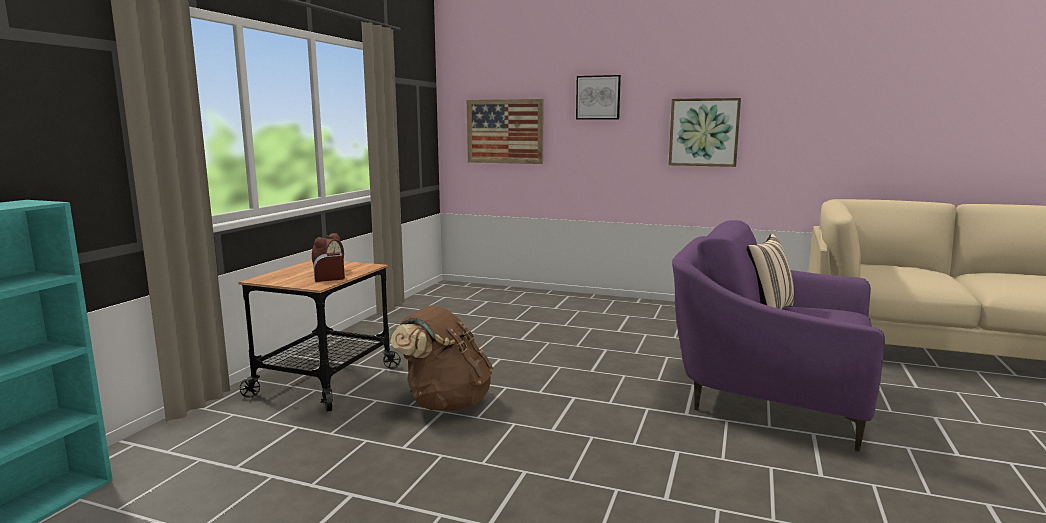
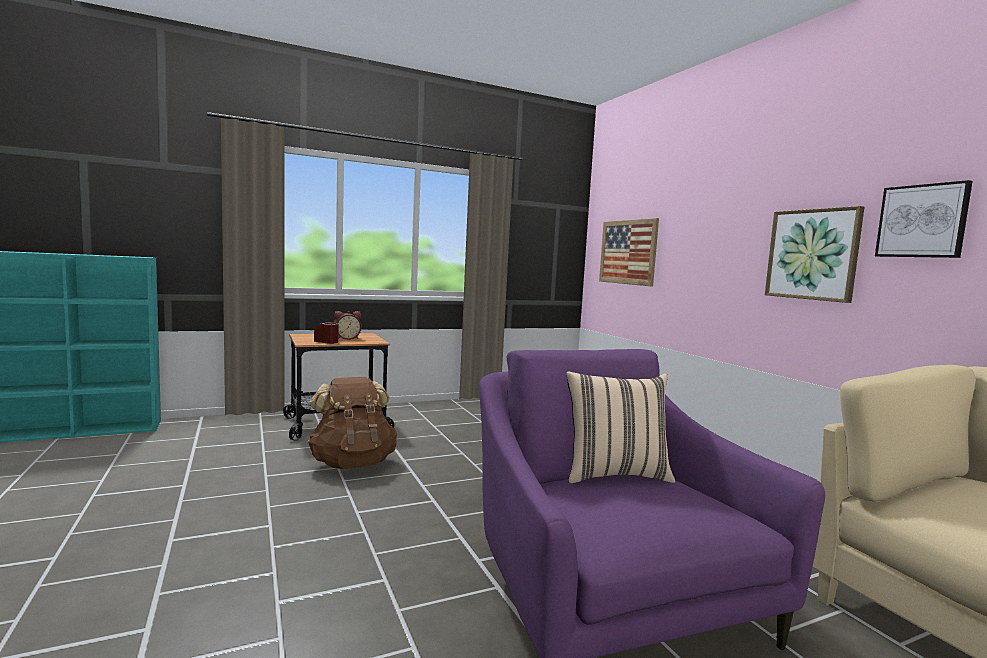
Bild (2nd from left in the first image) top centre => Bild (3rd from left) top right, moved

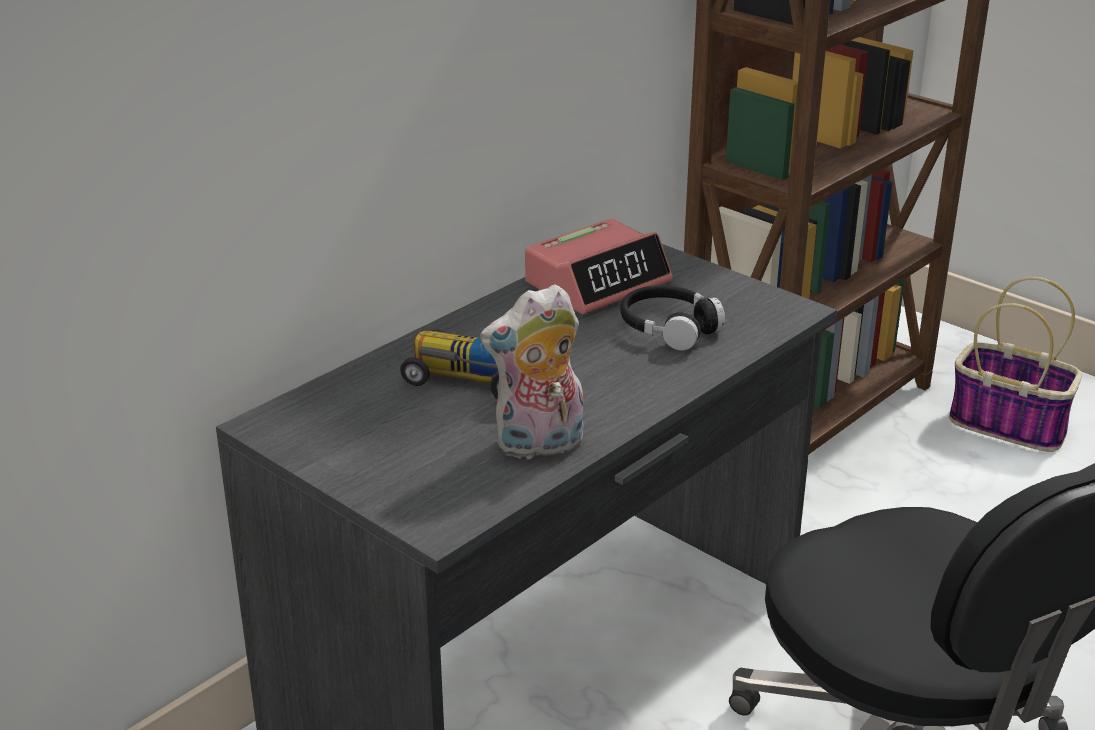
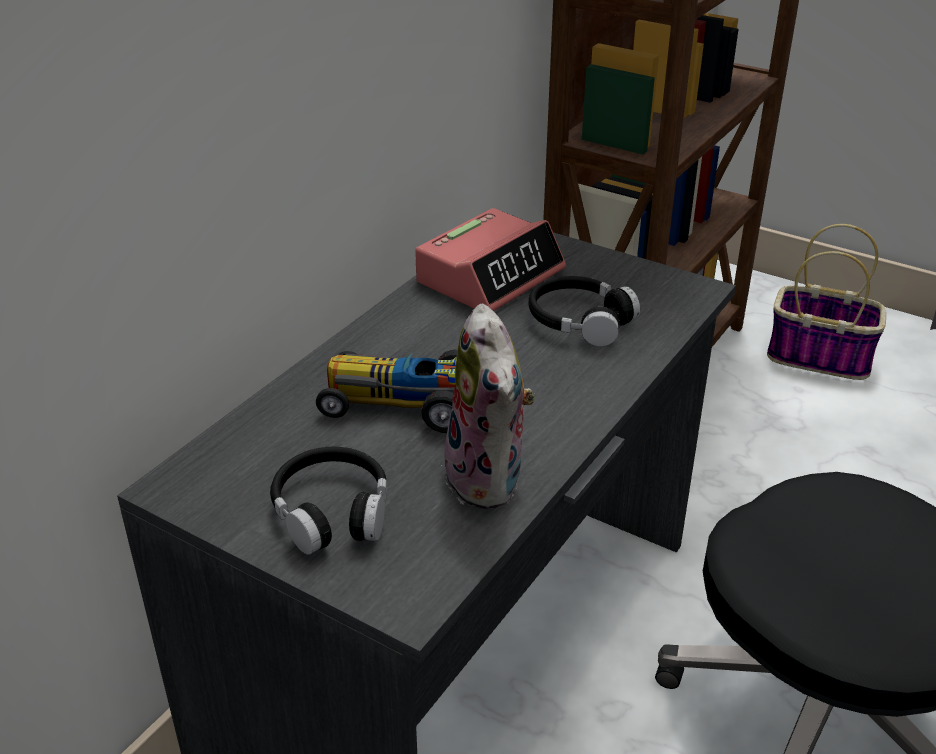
Plüschtier centre, 75 degrees counterclockwise
nothing => Kopfhörer/schwarz (1st from left) centre

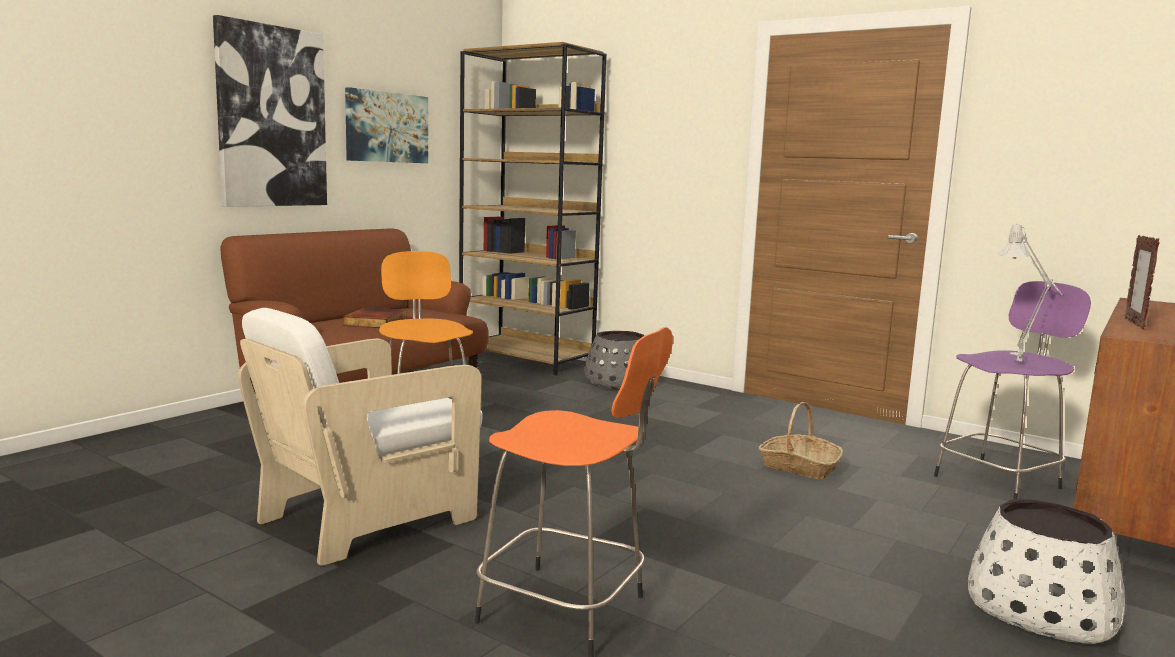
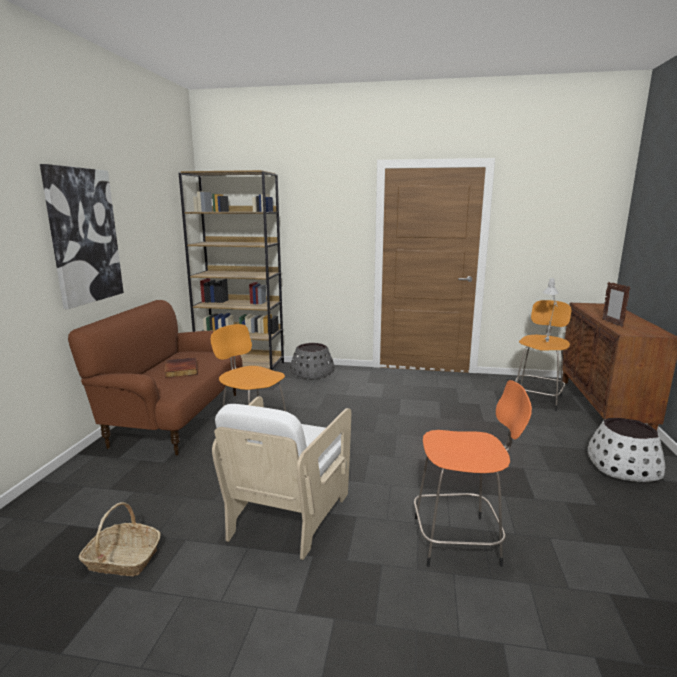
Bild (2nd from left) top left => nothing
Korb bottom right => Korb bottom left, moved
Hocker/lila middle right => Hocker/orange (3rd from left) middle right

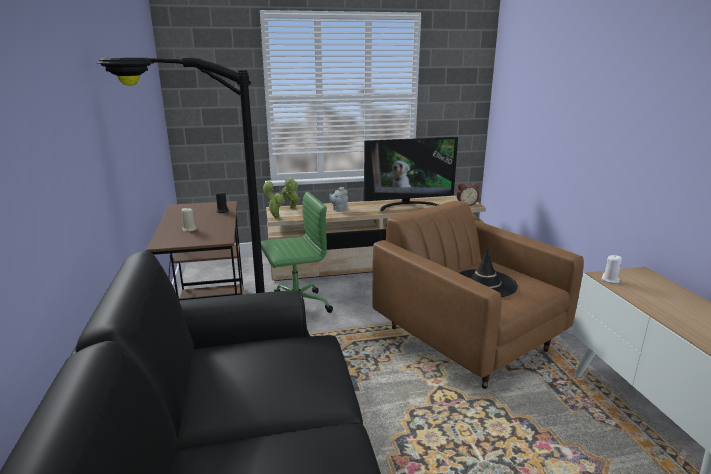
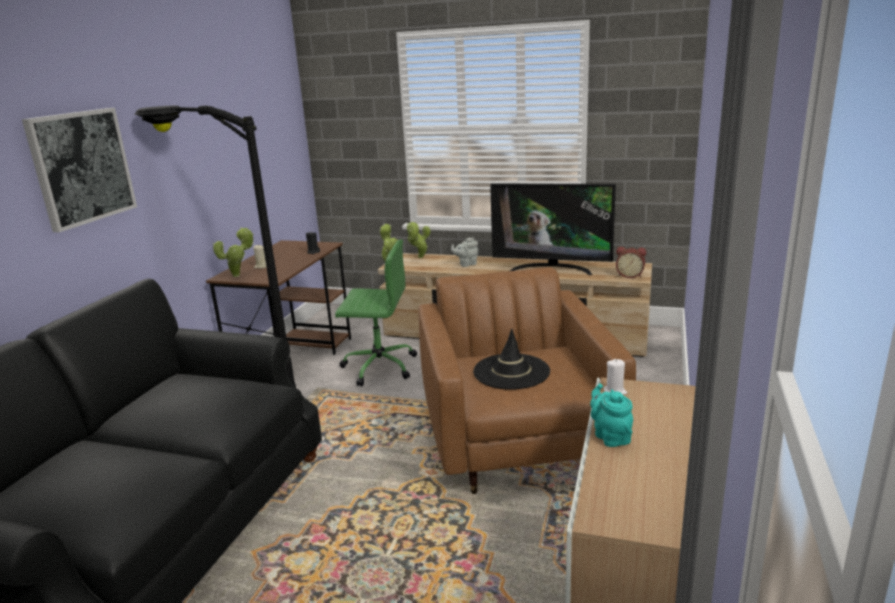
nothing => Bild top left
nothing => Topfpflanze (1st from left) middle left
nothing => Teekanne/türkis bottom right

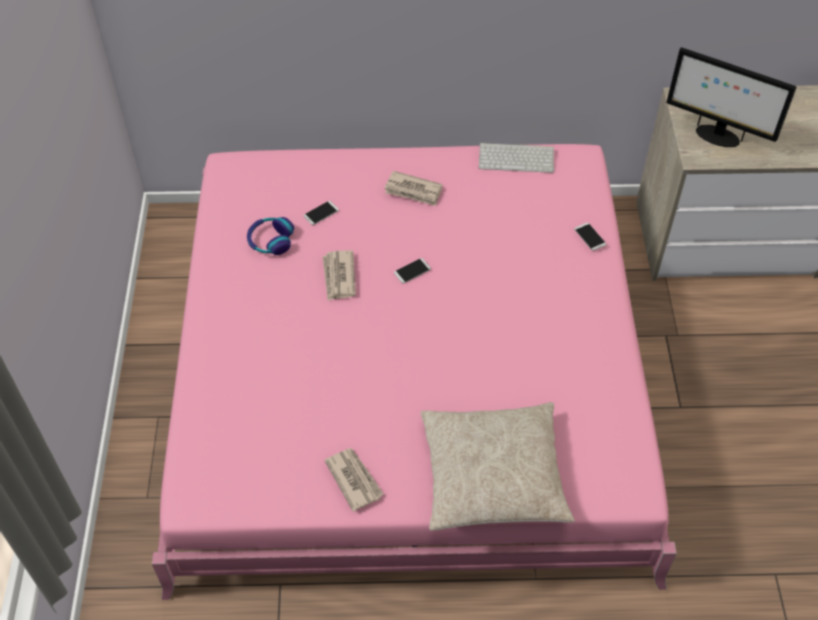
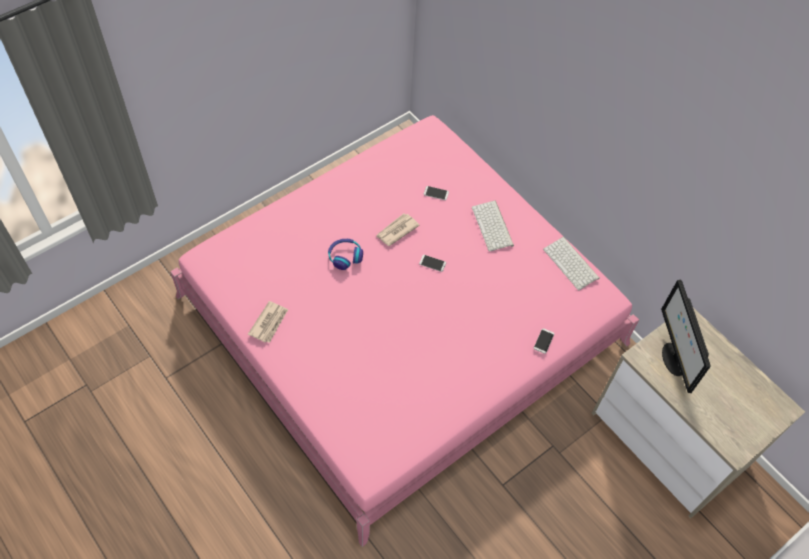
Kopfhörer middle left => Kopfhörer centre, moved
Zeitung (3rd from left) top centre => Tastatur (1st from left) centre
Kissen/beige bottom centre => nothing

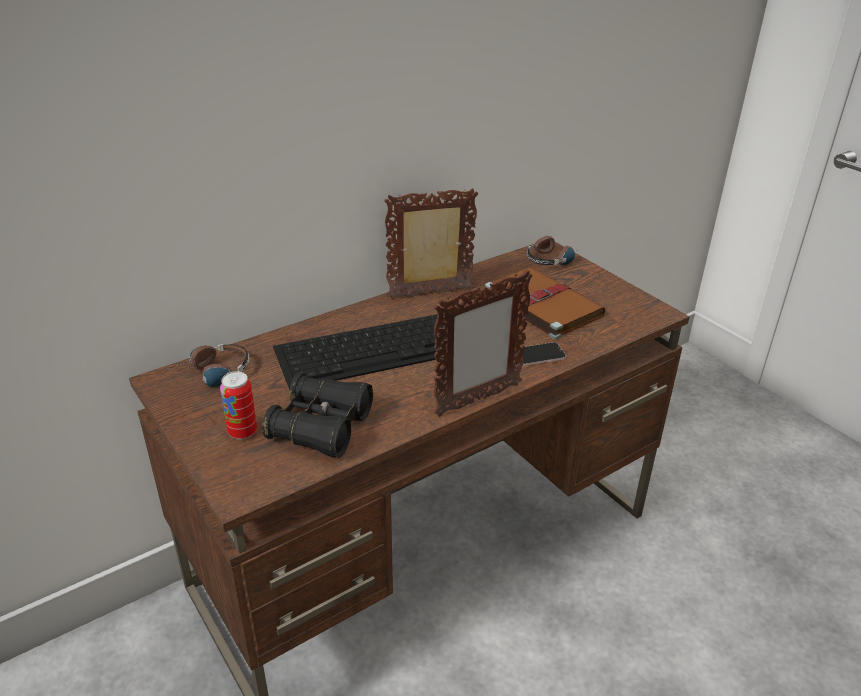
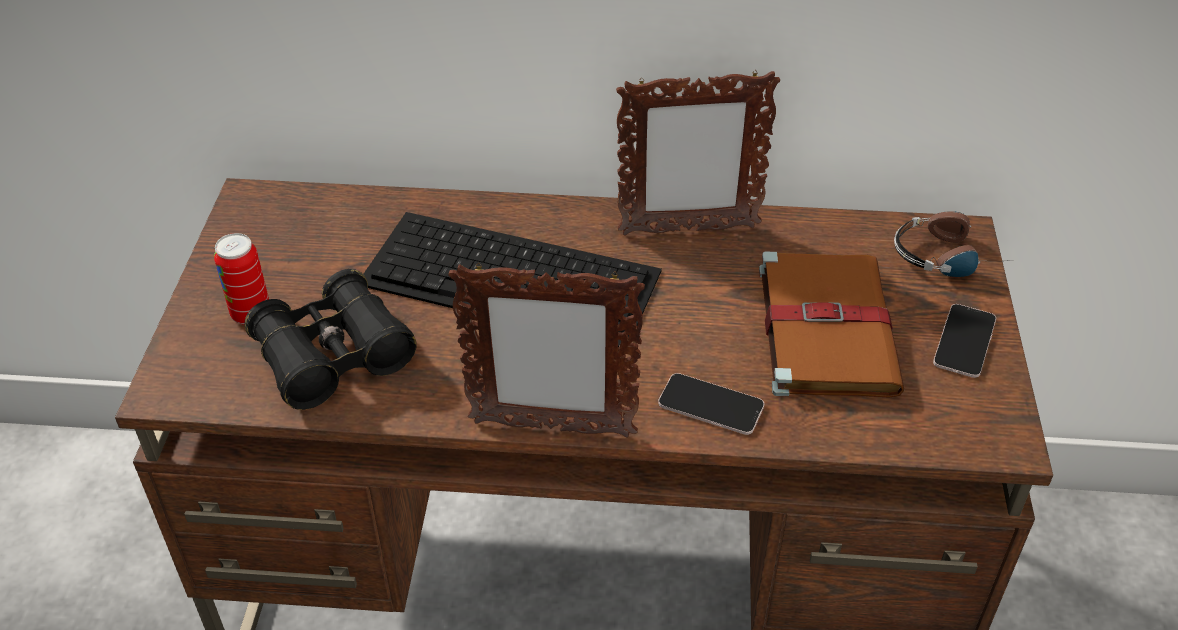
Kopfhörer (1st from left) middle left => nothing
Bilderrahmen (1st from left in the first image) centre => Bilderrahmen (2nd from left) top centre, 150 degrees clockwise
nothing => Handy (2nd from left) middle right

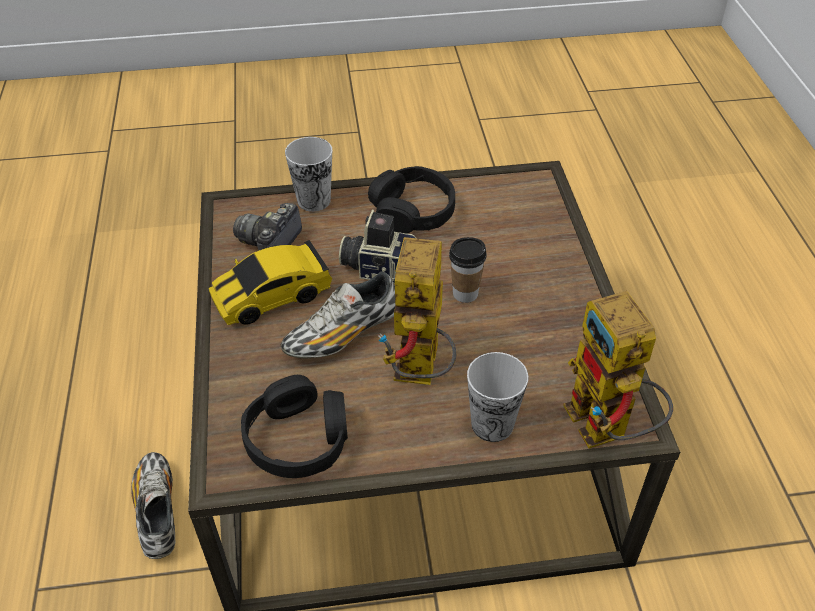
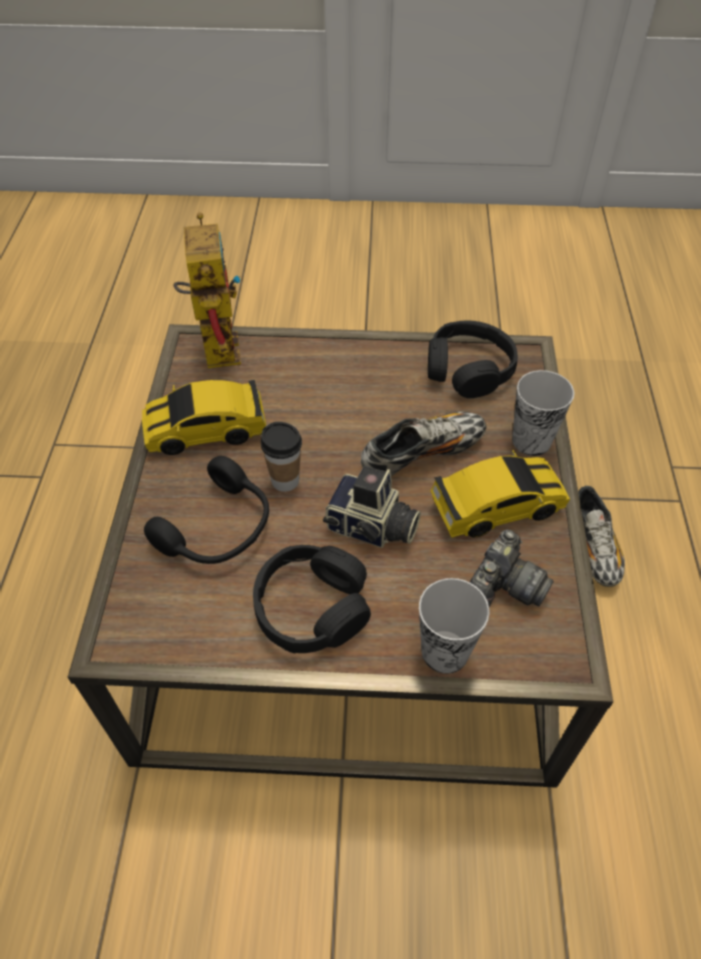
Spielzeugroboter (1st from left) centre => nothing
Tasse (3rd from left) centre => Tasse (3rd from left) middle right, moved
nothing => Spielzeugauto (1st from left) middle left
nothing => Kopfhörer/schwarz (1st from left) middle left

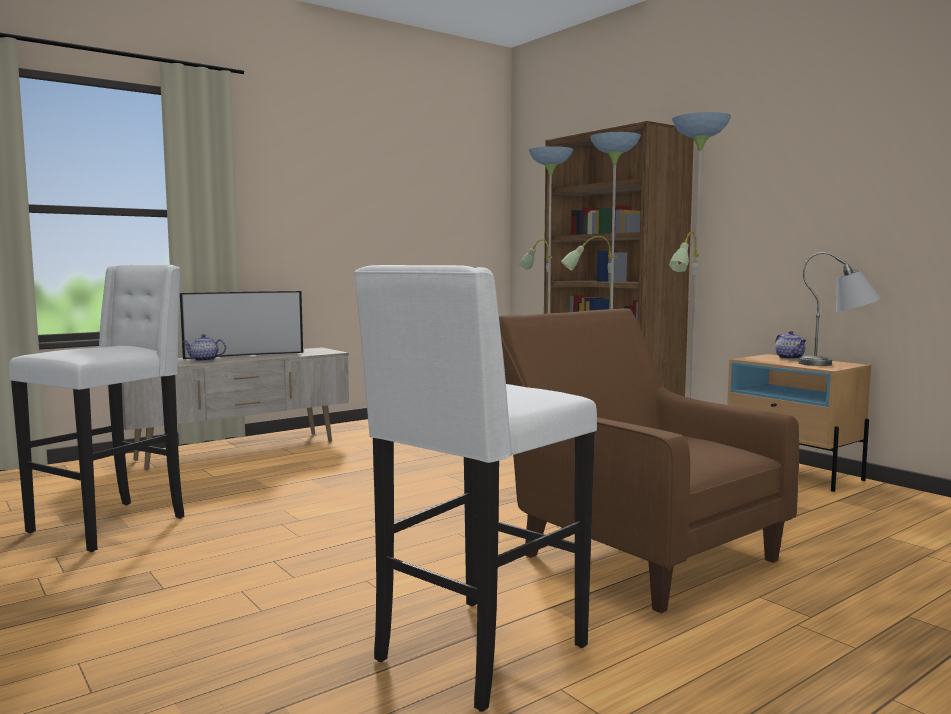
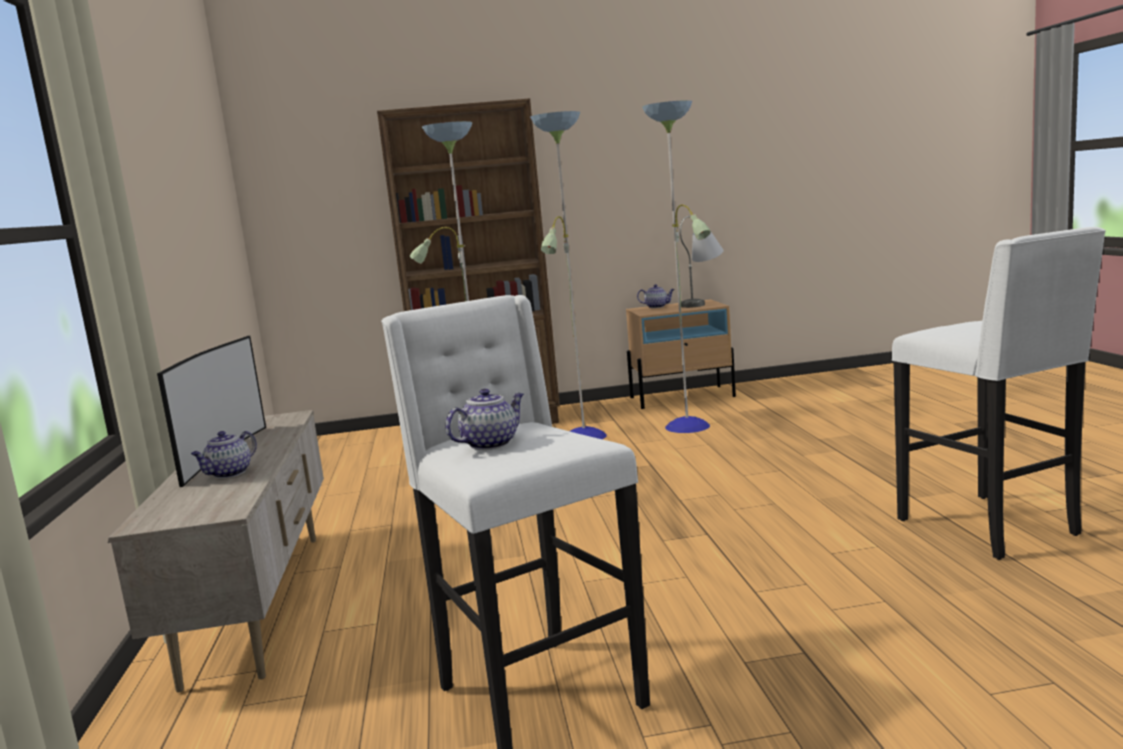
Sessel/braun middle right => nothing
nothing => Teekanne (2nd from left) centre

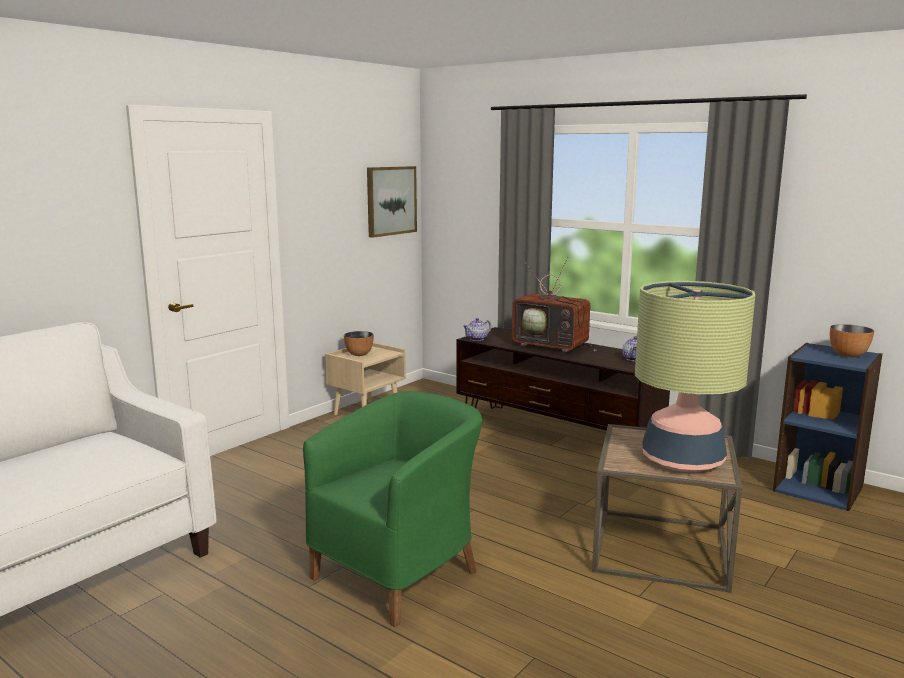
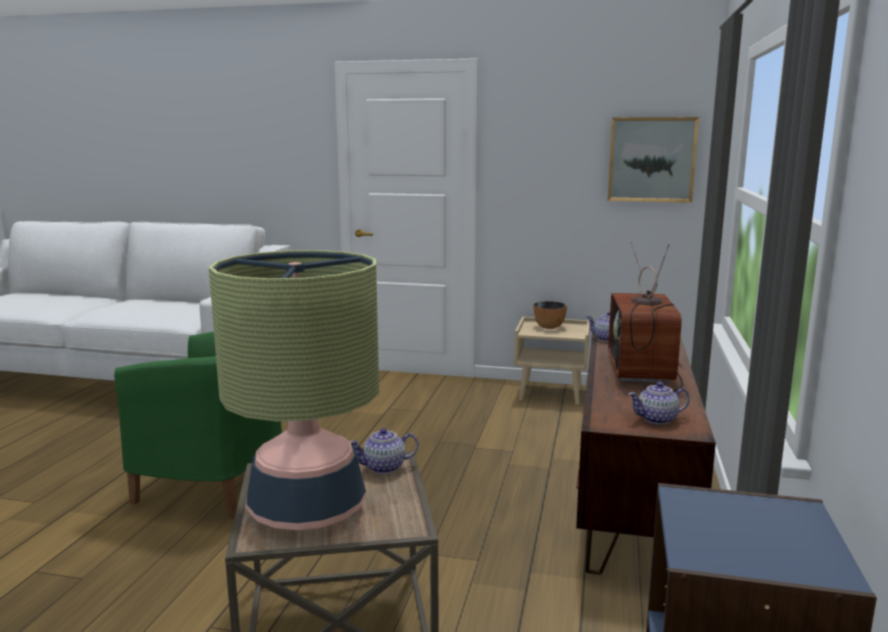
Schüssel (2nd from left) middle right => nothing
nothing => Teekanne (1st from left) bottom centre

